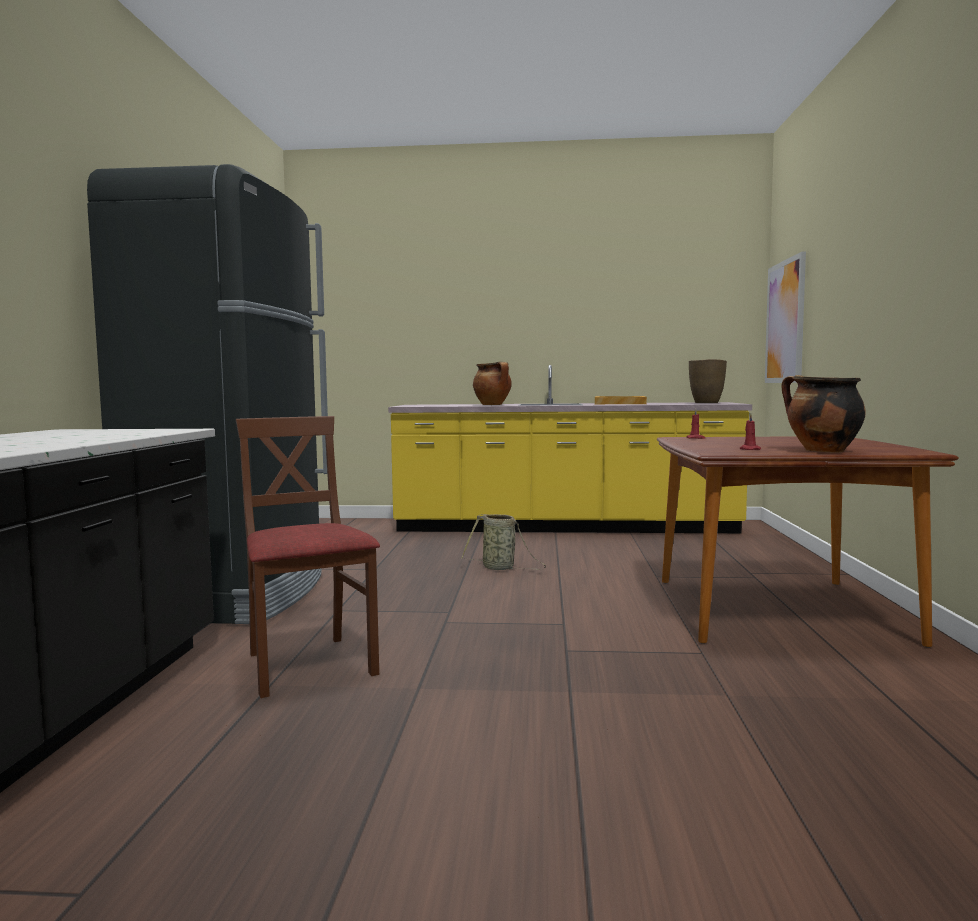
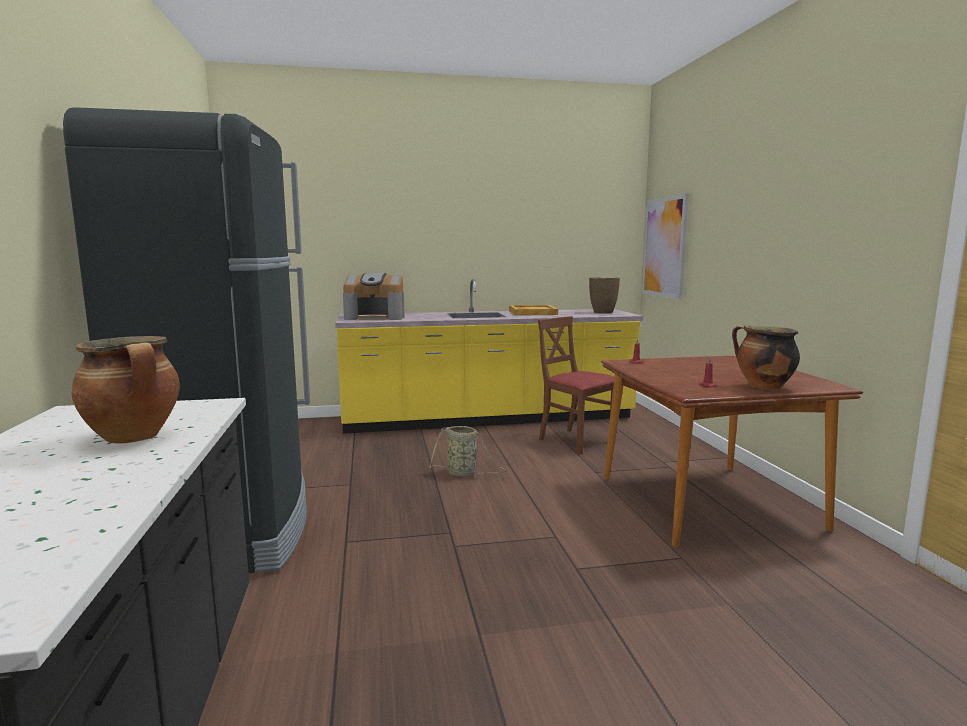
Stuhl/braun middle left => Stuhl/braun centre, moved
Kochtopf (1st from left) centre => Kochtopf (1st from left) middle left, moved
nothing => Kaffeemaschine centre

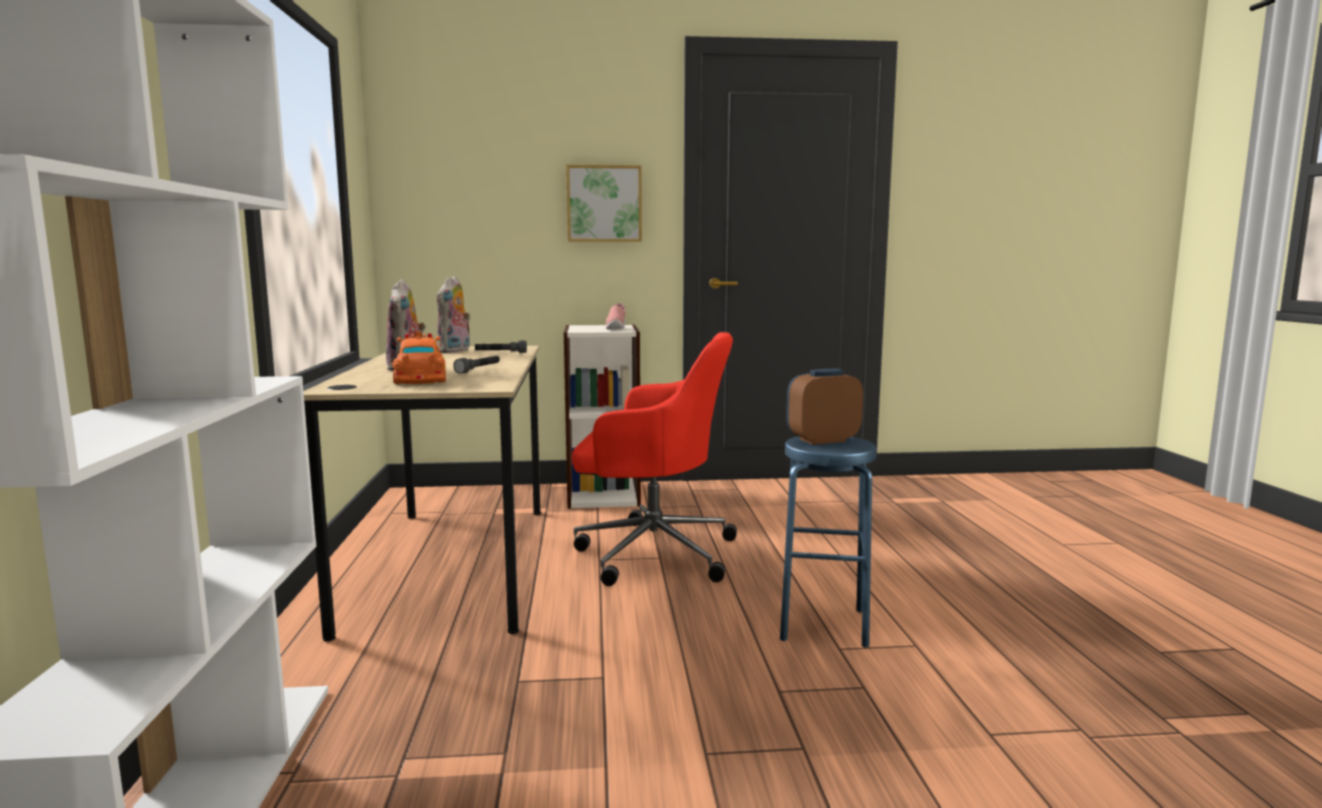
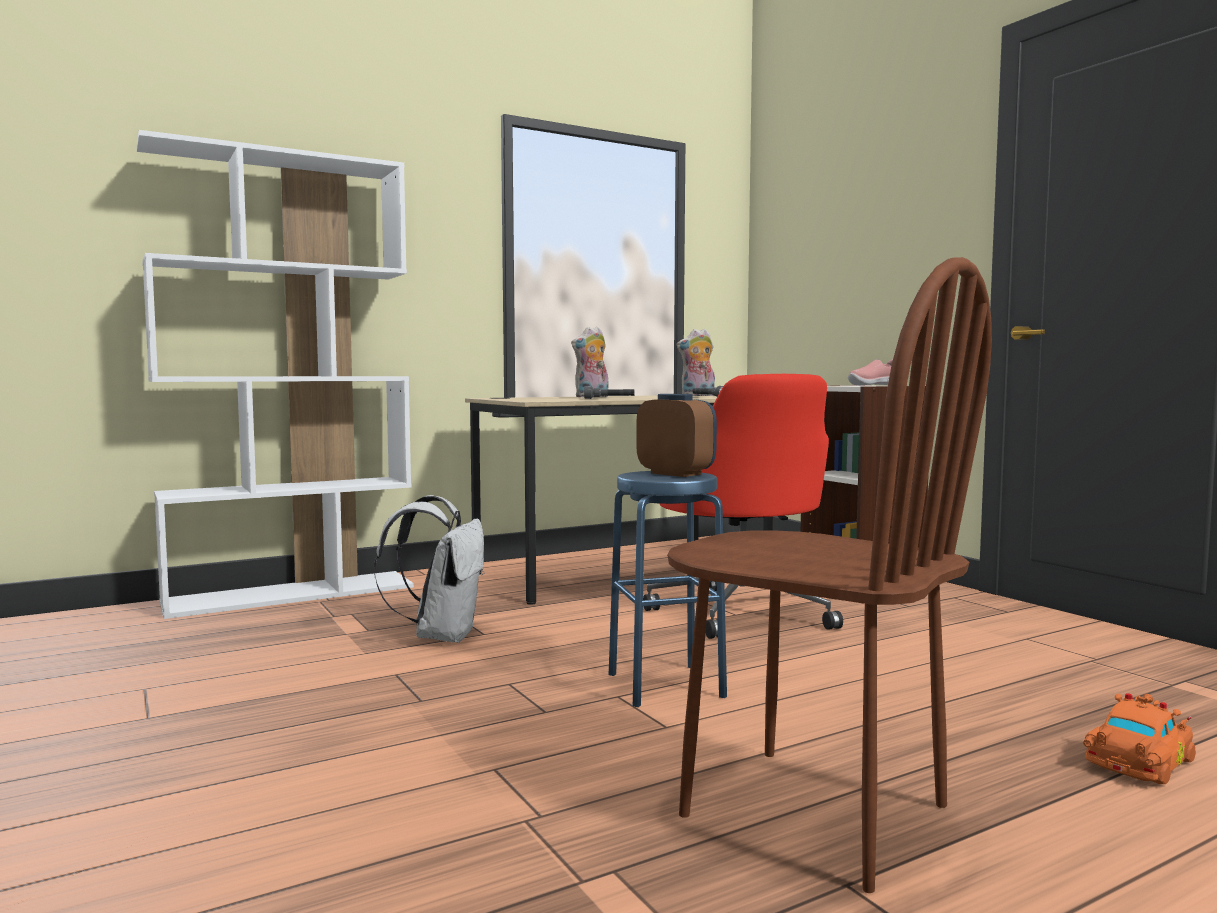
Spielzeugauto/orange middle left => Spielzeugauto/orange bottom right, moved
Bild top centre => nothing
nothing => Rucksack/weiß centre
nothing => Stuhl/braun middle right

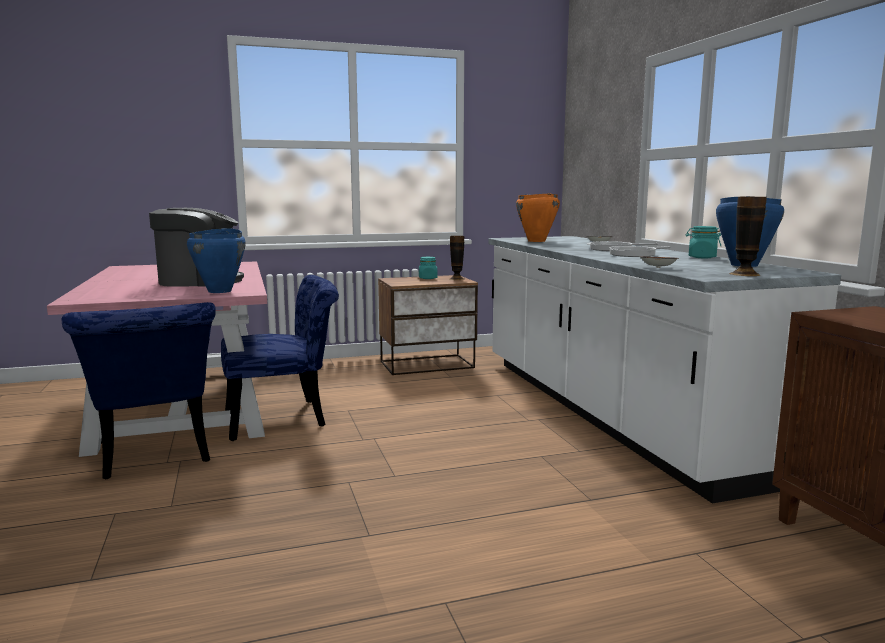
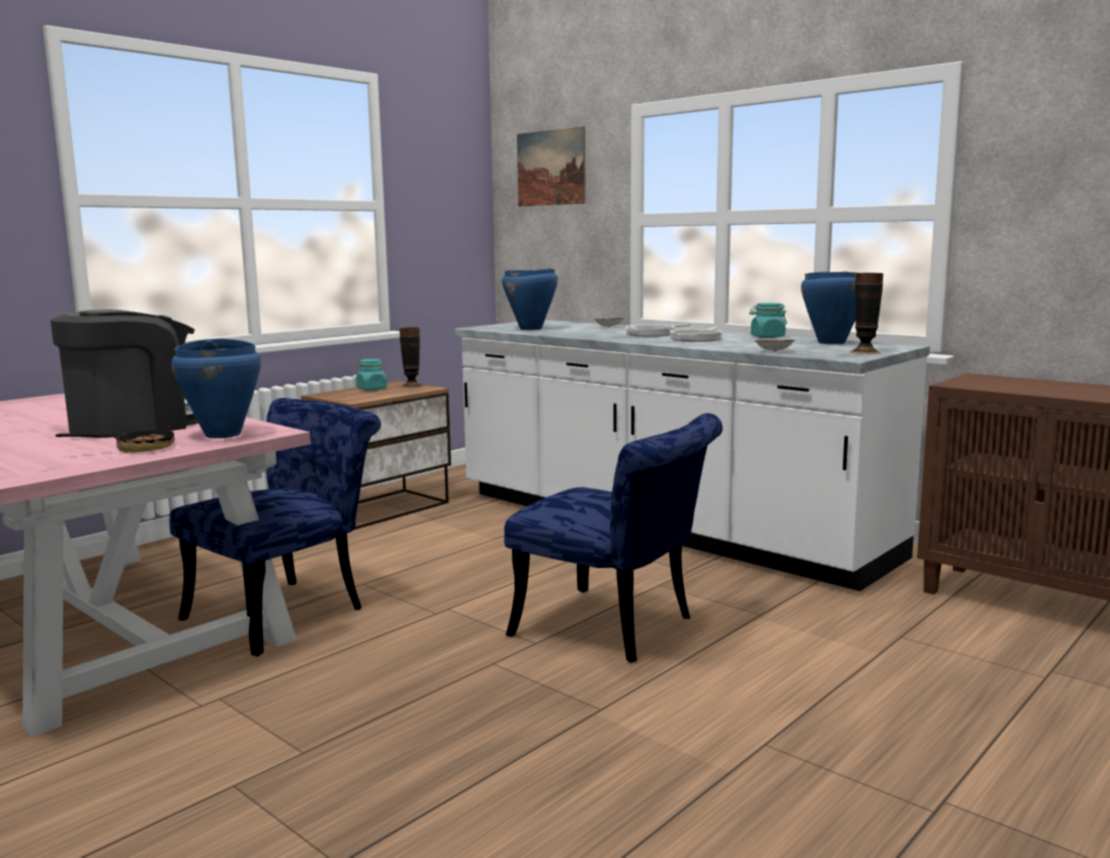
Stuhl/blau (1st from left in the first image) middle left => Stuhl/blau (2nd from left) centre, moved
Kochtopf/orange centre => Kochtopf/blau (2nd from left) centre
nothing => Pfanne (1st from left) middle left
nothing => Bild top centre

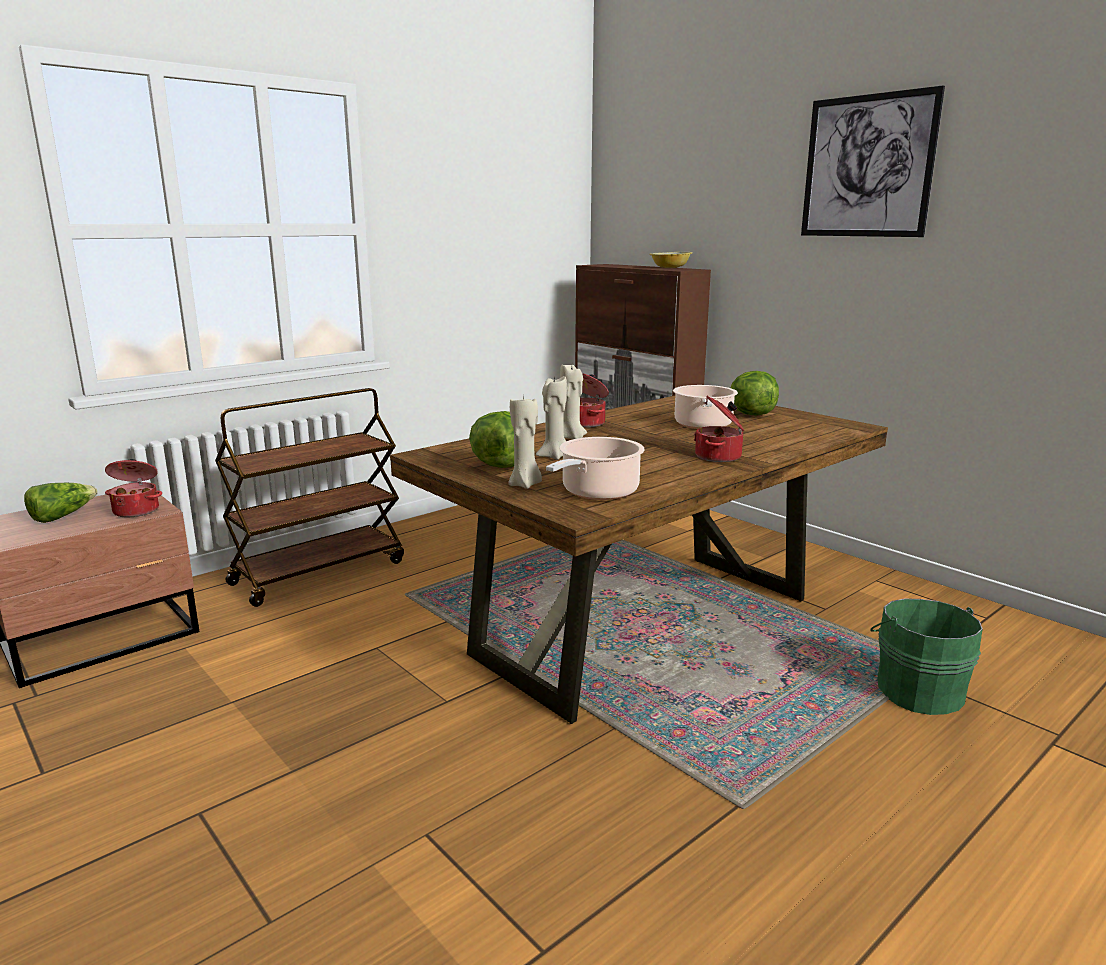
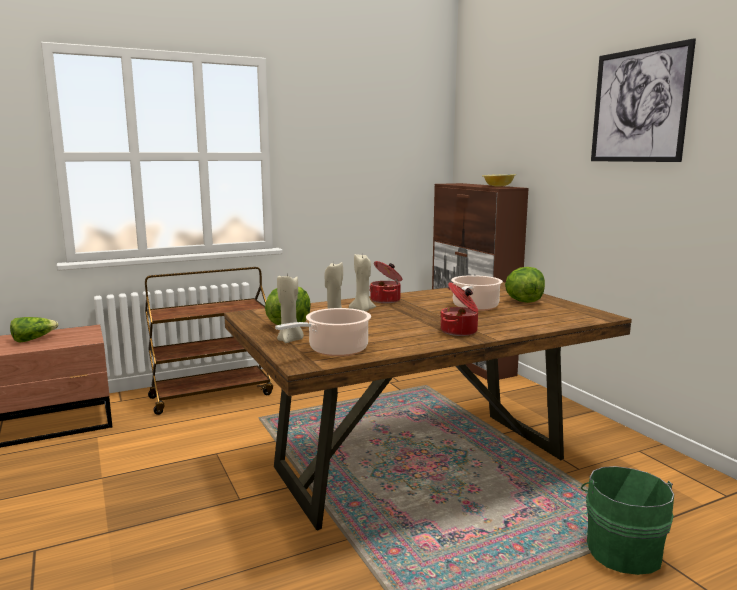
Kochtopf (1st from left) middle left => nothing

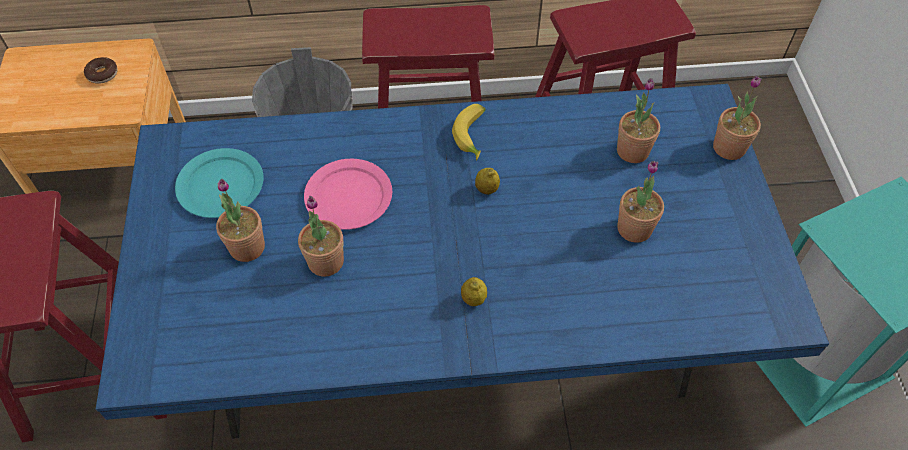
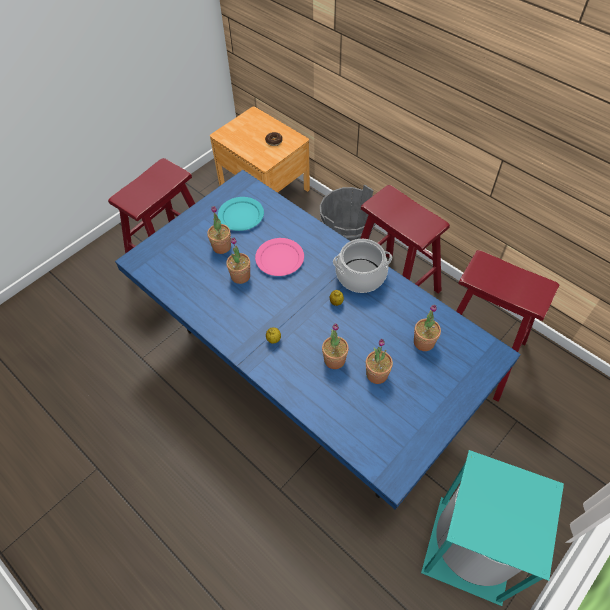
Banane top centre => Kochtopf centre
Topfpflanze (5th from left in the first image) top right => Topfpflanze (3rd from left) centre, moved

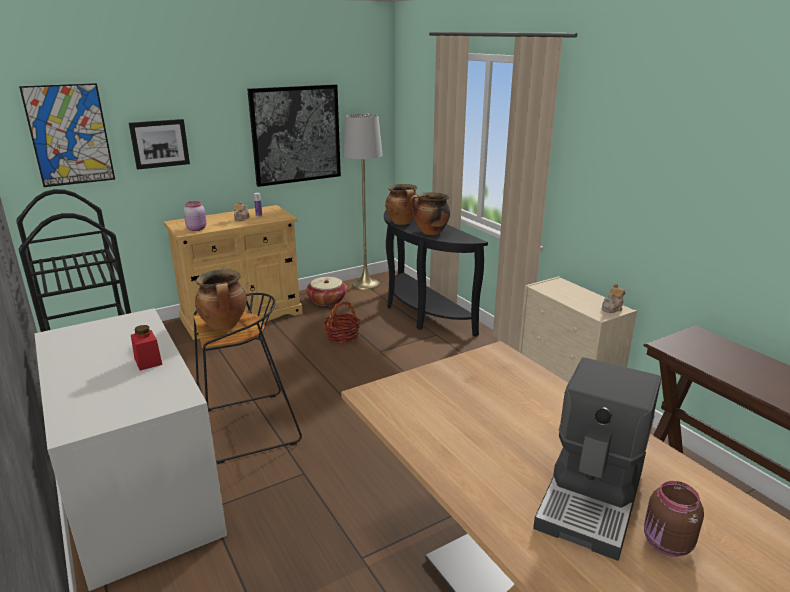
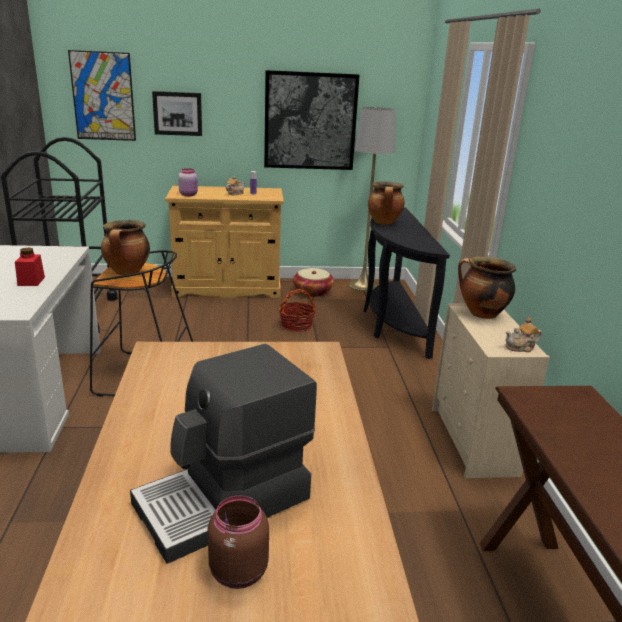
Kochtopf (3rd from left) centre => Kochtopf (3rd from left) middle right, moved

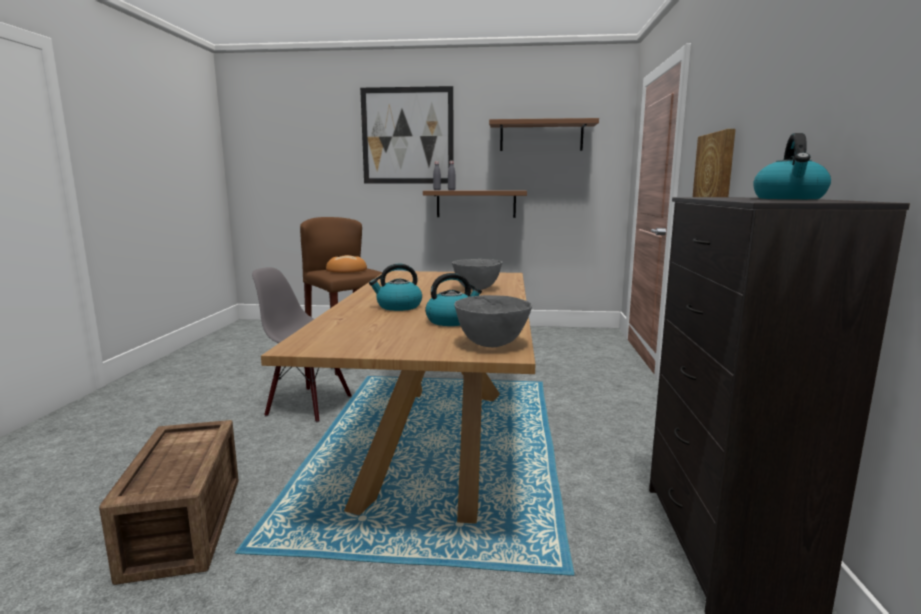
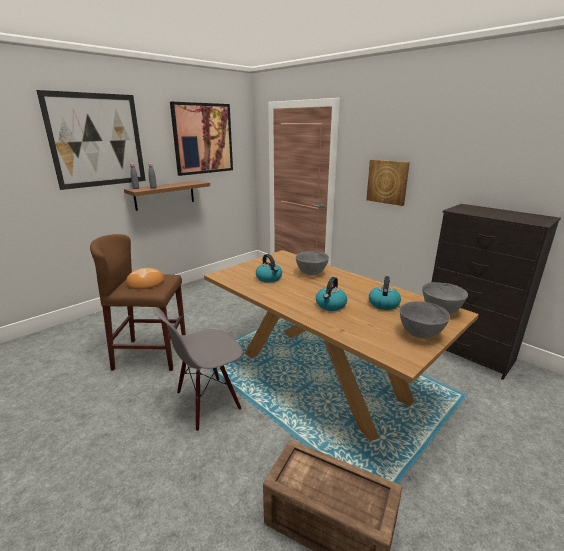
Wandregal/braun (2nd from left) top centre => Bild (2nd from left) top centre
Wasserkessel (3rd from left in the first image) top right => Wasserkessel (1st from left) centre, moved
nothing => Schüssel/grau (2nd from left) middle right

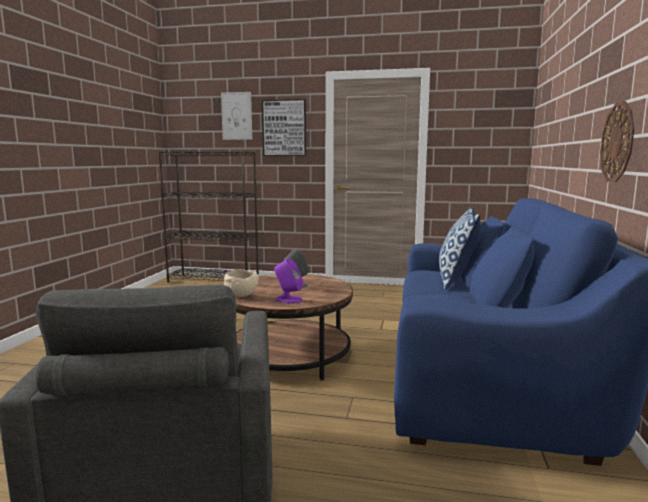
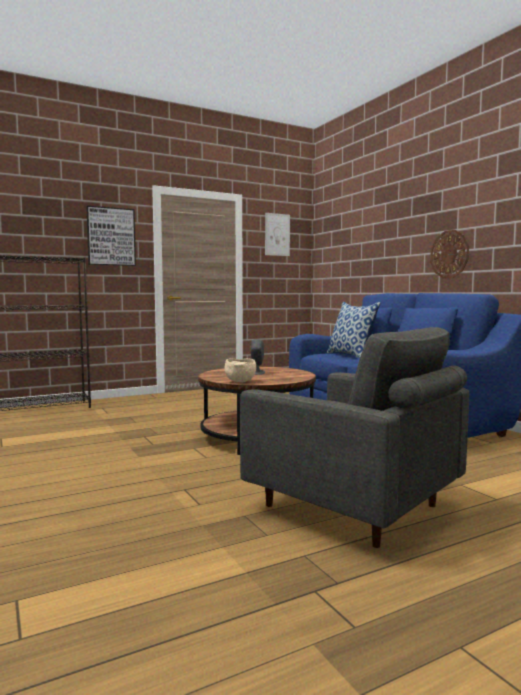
Bild (1st from left in the first image) top centre => Bild (2nd from left) centre, moved
Lautsprecher/lila centre => nothing

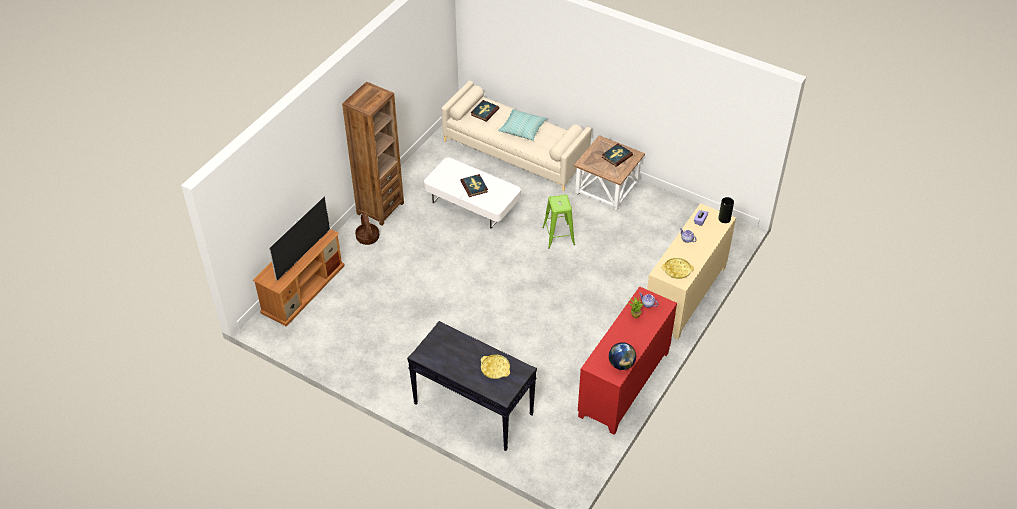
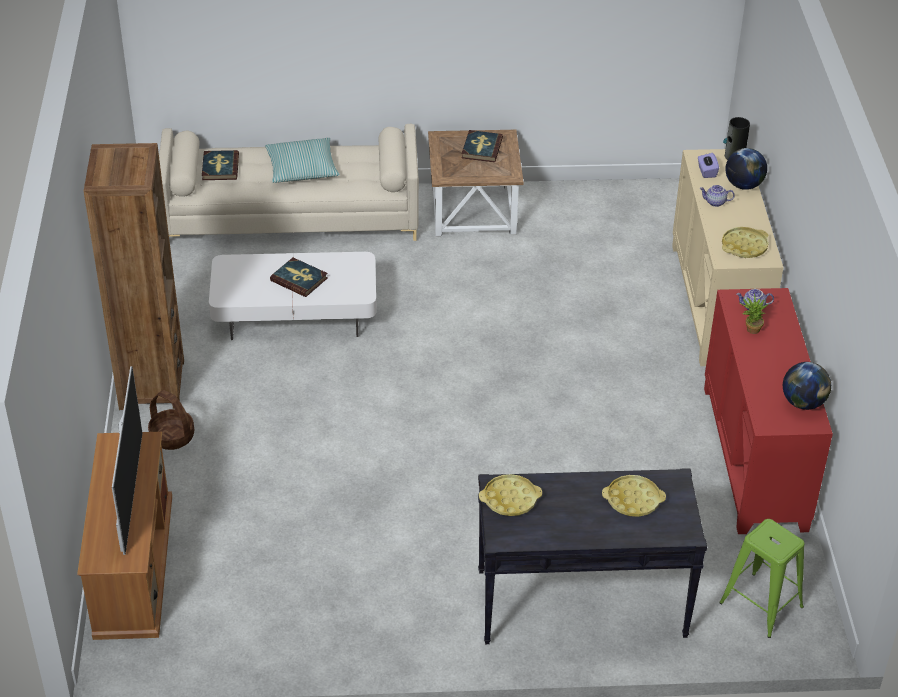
Hocker/grün centre => Hocker/grün bottom right, moved
nothing => Tablett/gelb (1st from left) bottom centre
nothing => Globus (1st from left) top right

